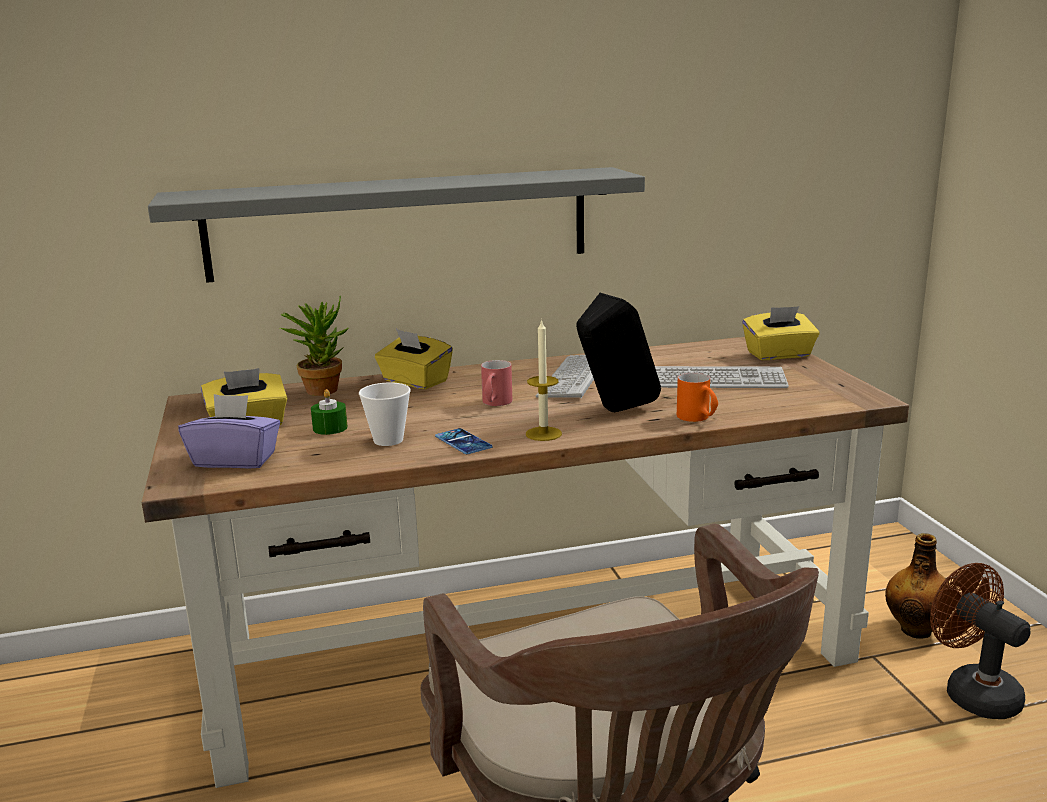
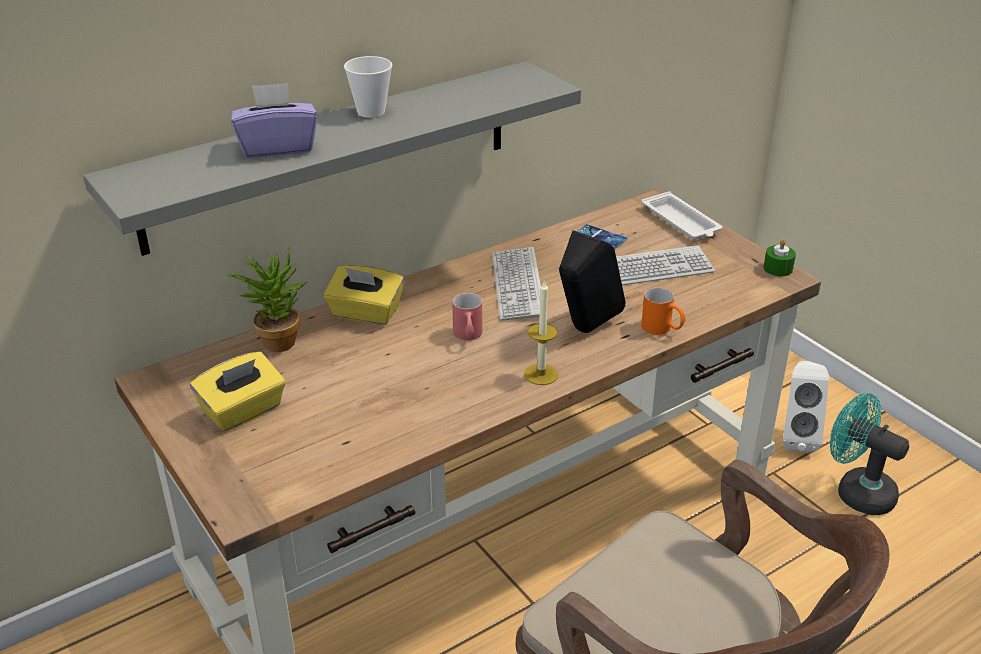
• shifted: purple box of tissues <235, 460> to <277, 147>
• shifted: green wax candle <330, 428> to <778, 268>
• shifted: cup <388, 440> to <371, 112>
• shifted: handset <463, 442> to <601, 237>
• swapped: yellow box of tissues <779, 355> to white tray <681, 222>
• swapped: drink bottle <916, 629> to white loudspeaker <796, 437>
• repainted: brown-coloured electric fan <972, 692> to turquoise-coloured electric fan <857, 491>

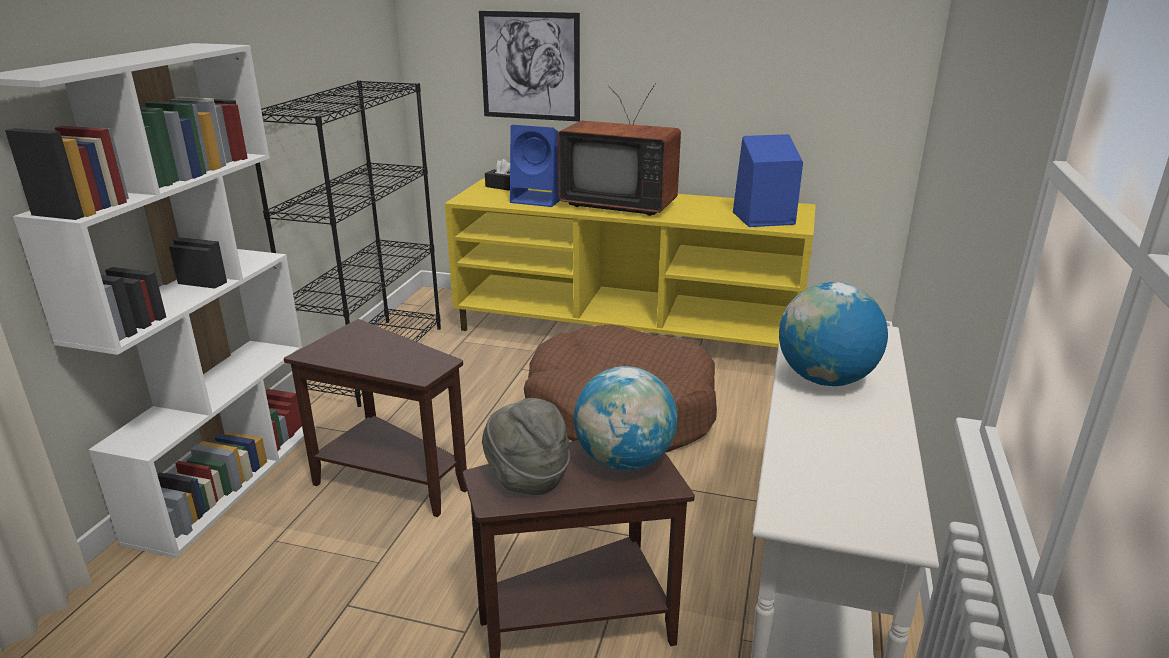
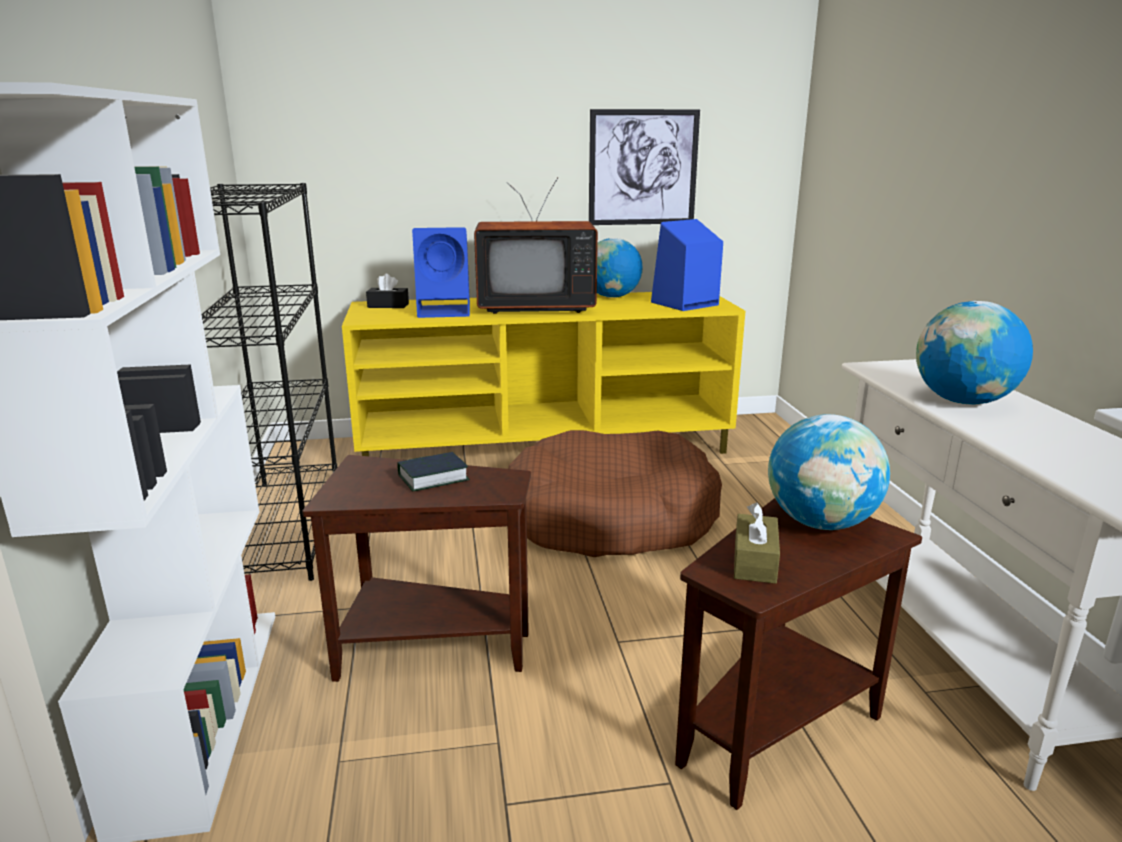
• new: volume <433, 478>
• new: desk globe <612, 297>
• shifted: wall picture <530, 66> to <643, 168>
• swapped: greyish clothing hat <527, 477> to brown-coloured box of tissues <754, 561>

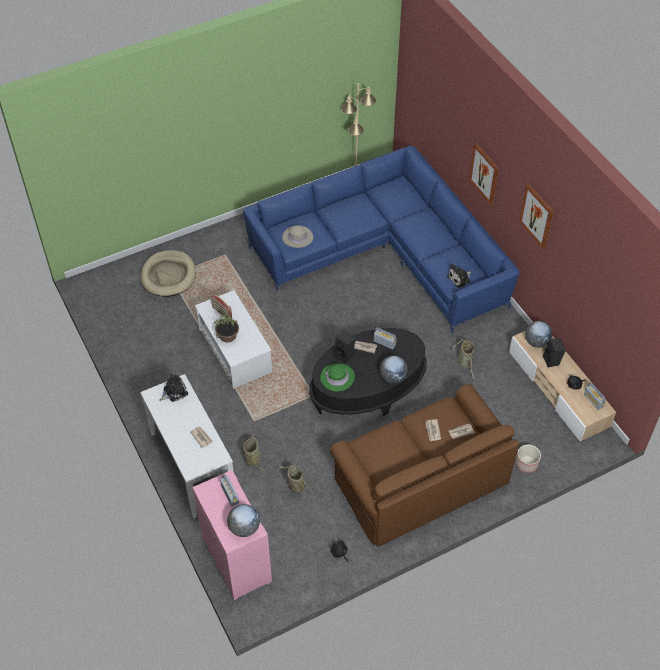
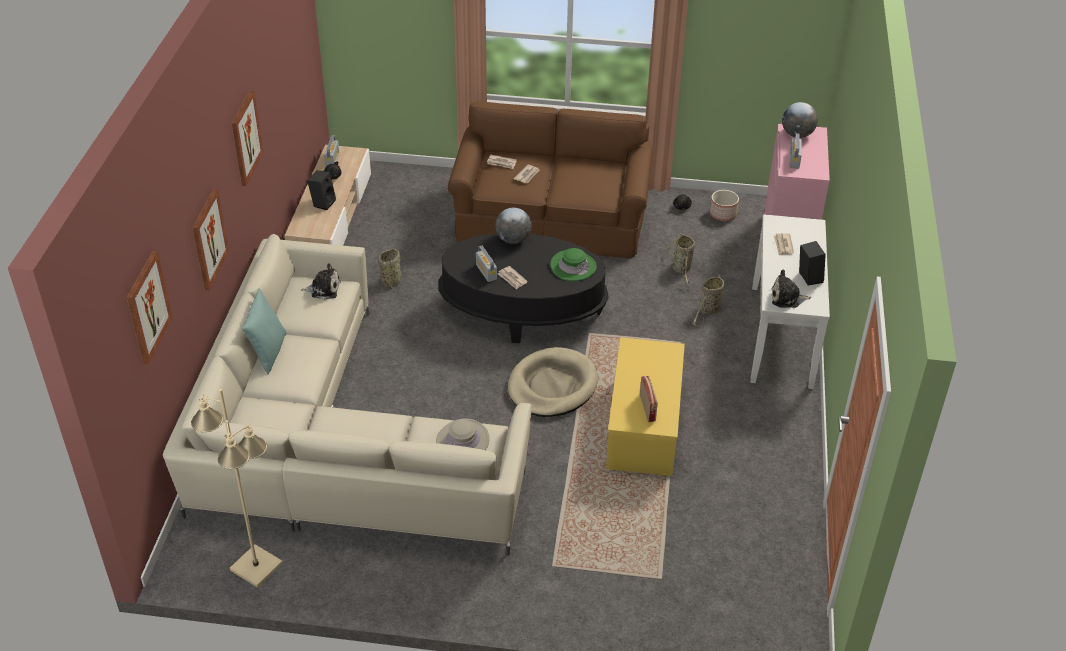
• gone: houseplant <227, 335>
• gone: desk globe <536, 342>
• new: wall picture <147, 307>
• new: turquoise-coloured throw pillow <268, 352>
• shifted: beige-coloured dog bed <168, 275> to <552, 386>
• shifted: black-coloured loudspeaker <345, 354> to <808, 278>
• shifted: planter <526, 464> to <723, 214>
• repainted: white lounge table <235, 351> to yellow lounge table <643, 425>
• repainted: blue-coloured couch <385, 253> to beige-coloured couch <332, 443>

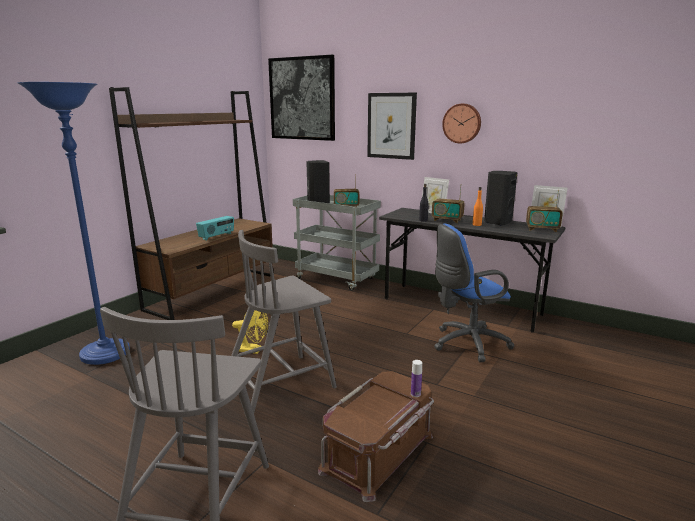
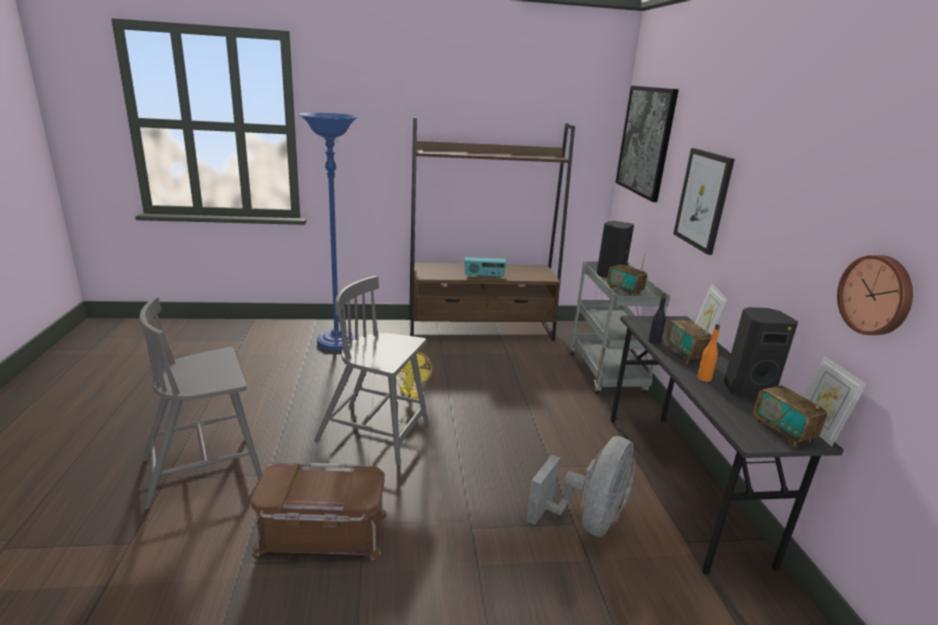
• gone: drink bottle <415, 394>
• shifted: hanging clock <462, 123> to <877, 295>
• swapped: blue-coloured computer chair <466, 344> to greyish electric fan <587, 521>

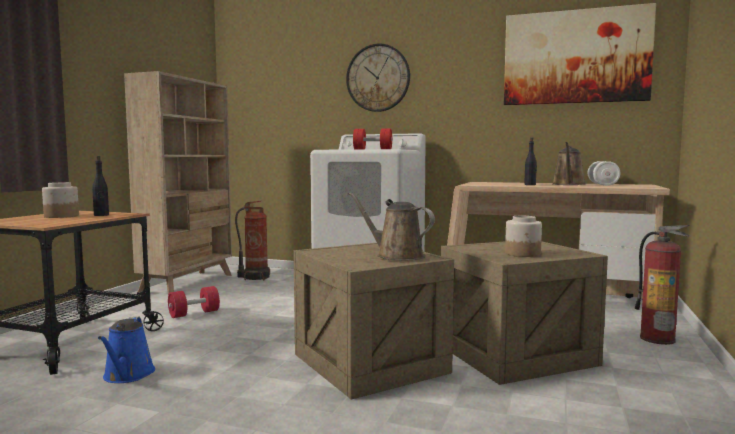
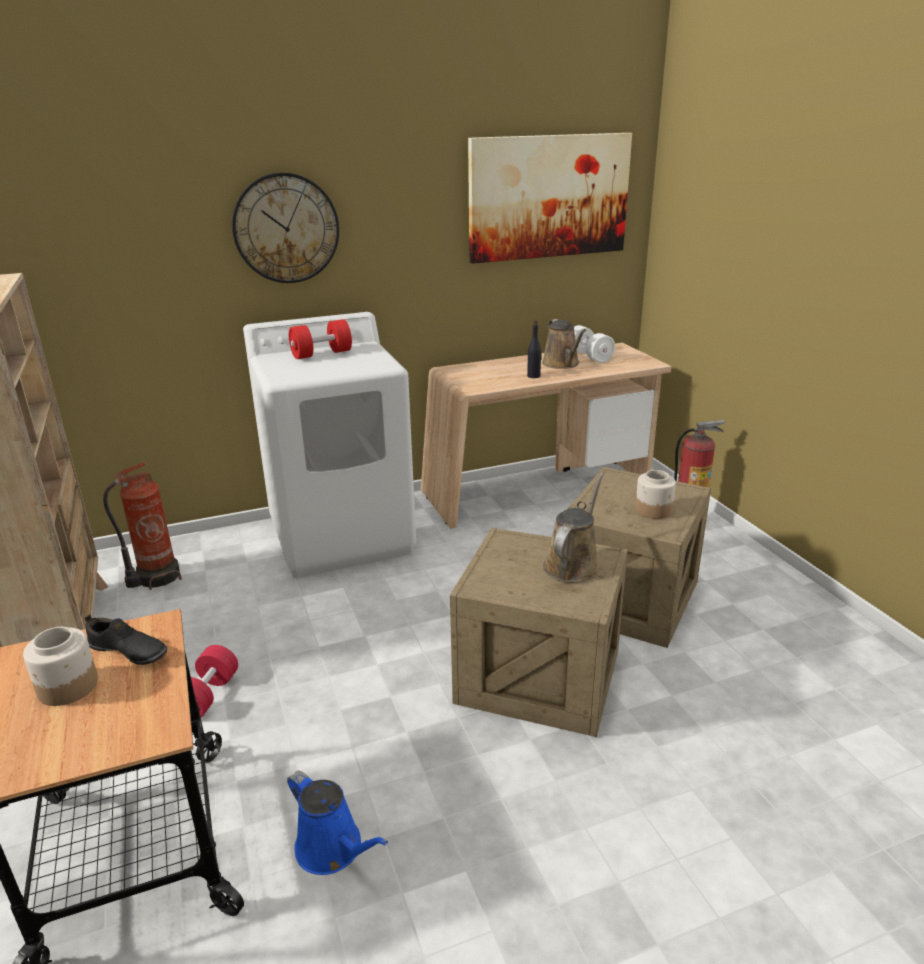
• swapped: black-coloured drink bottle <101, 215> to black-coloured shoe <128, 651>
• rotated: brown-coloured watering can <396, 256> = <573, 564> 120 degrees clockwise

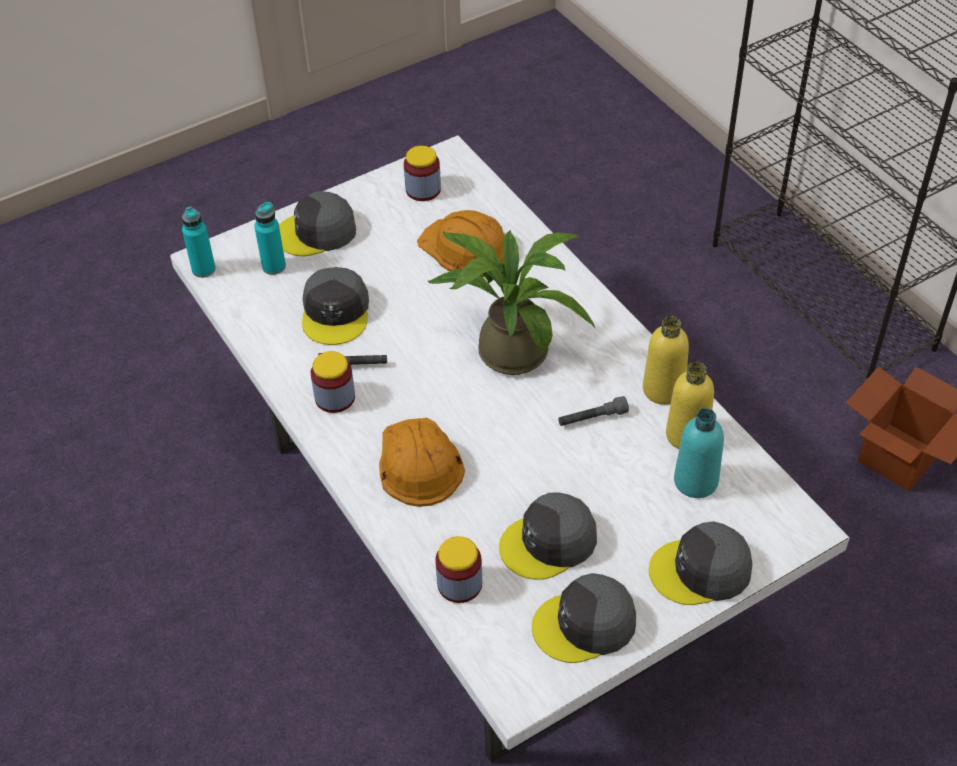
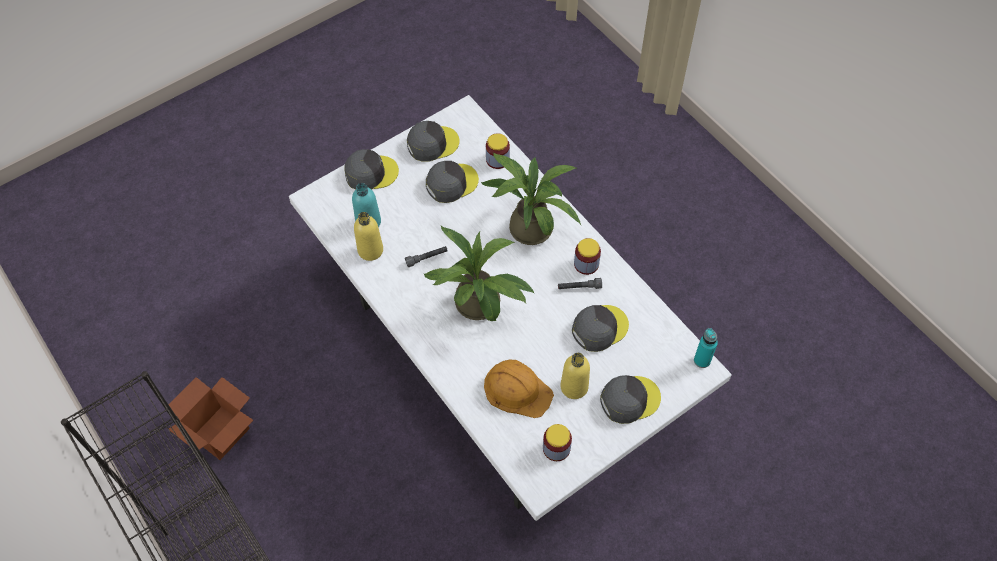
• gone: turquoise-coloured drink bottle <274, 266>
• shifted: yellow drink bottle <663, 389> to <574, 387>
• swapped: orange-coloured hard hat <418, 463> to houseplant <528, 224>
• rotated: greyish peaked cap <336, 312> = <599, 328> 60 degrees clockwise

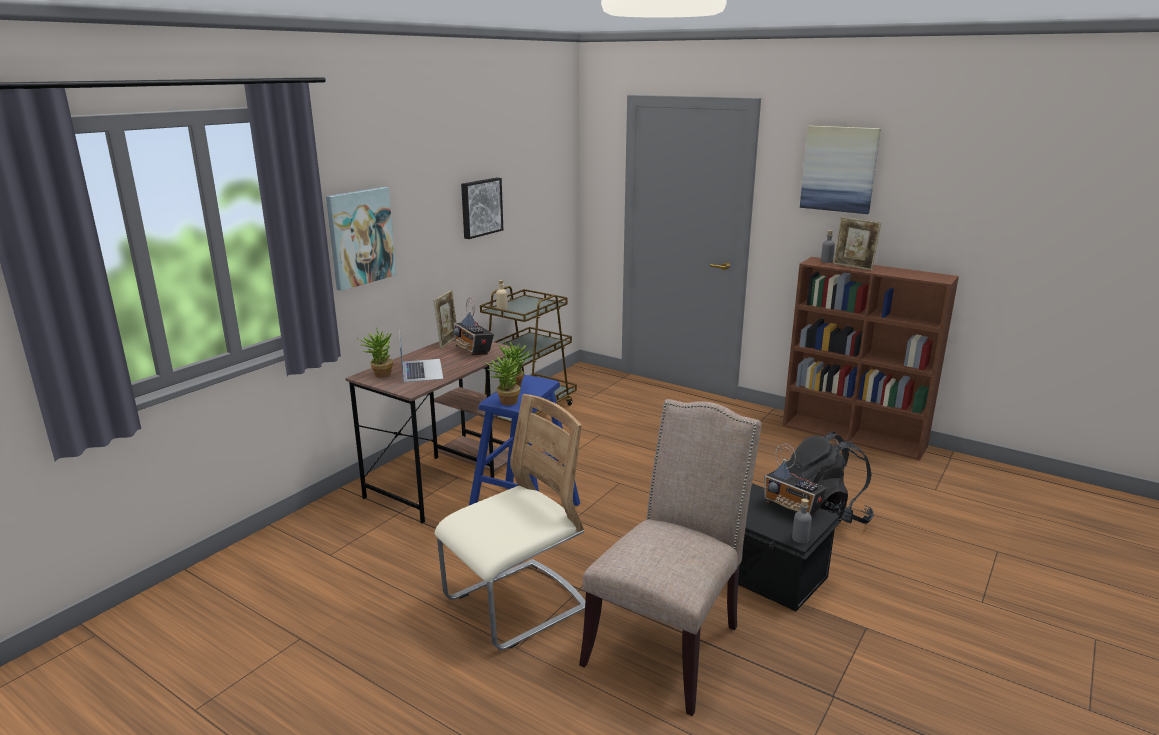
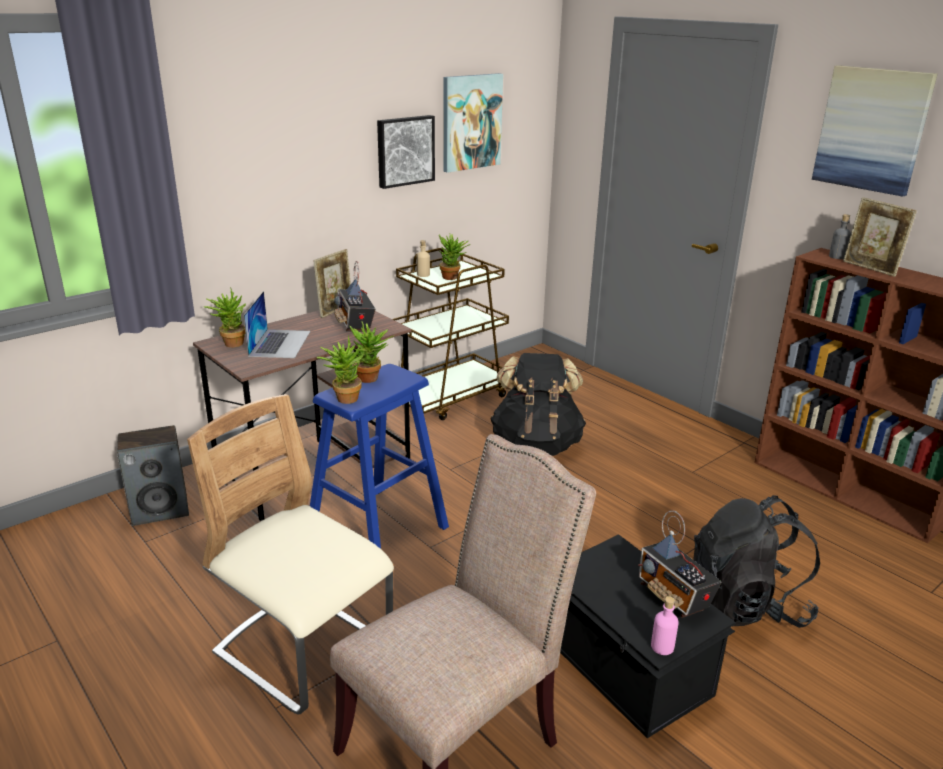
• new: loudspeaker <161, 510>
• new: houseplant <453, 278>
• new: black-coloured knapsack <536, 445>
• shifted: wall picture <360, 237> to <471, 122>
• repainted: greyish drink bottle <800, 538> to pink-coloured drink bottle <662, 647>
• rotated: beige-coloured upright chair <515, 605> = <304, 650> 120 degrees counterclockwise

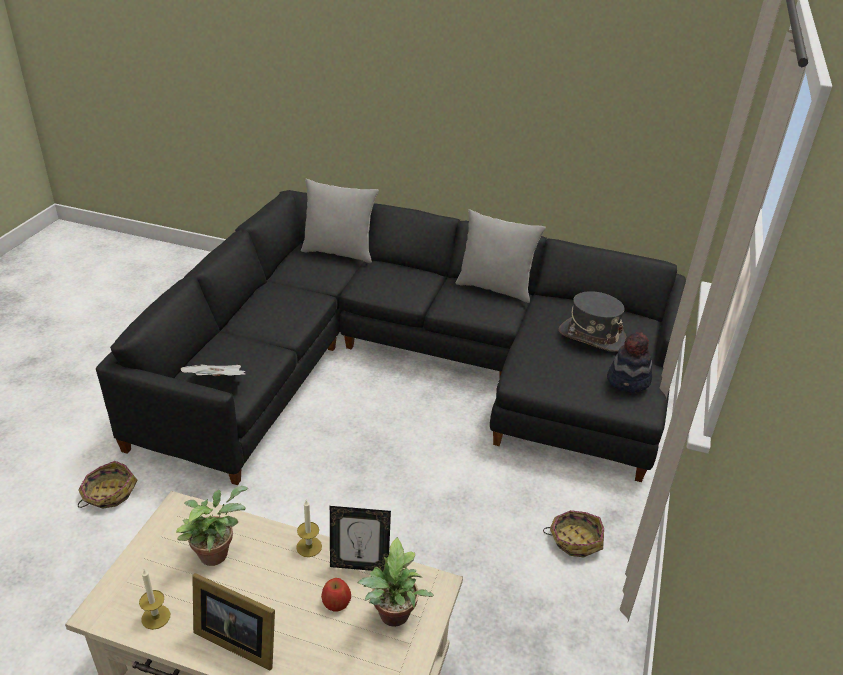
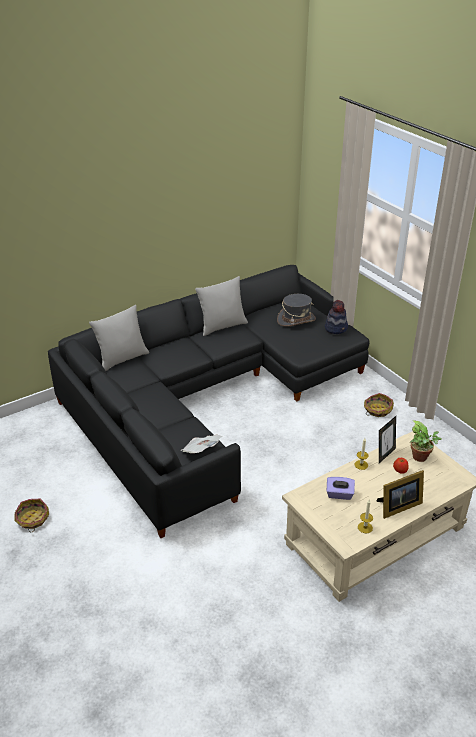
• shifted: household basket <108, 493> to <32, 519>
• swapped: houseplant <216, 552> to purple box of tissues <339, 494>

